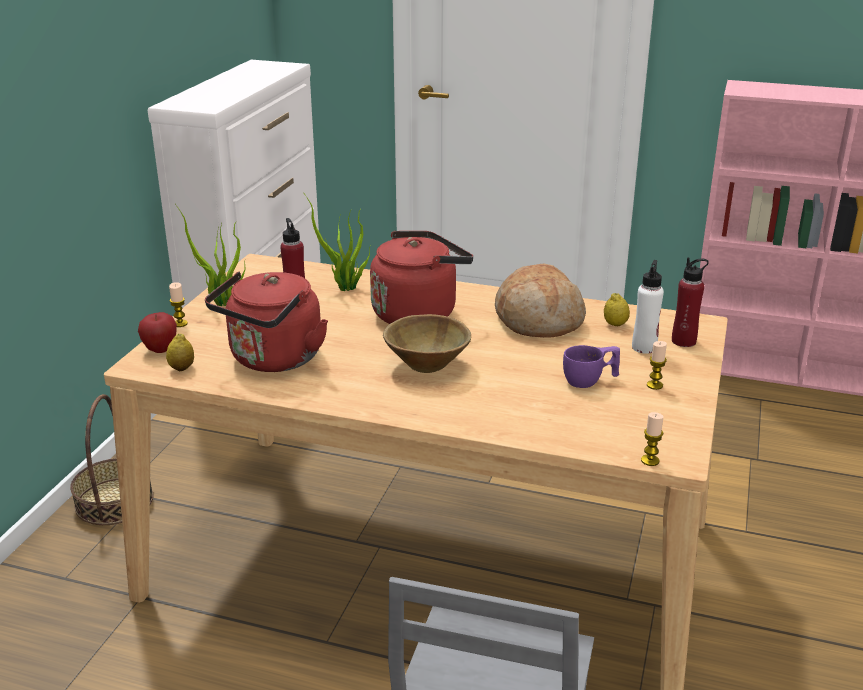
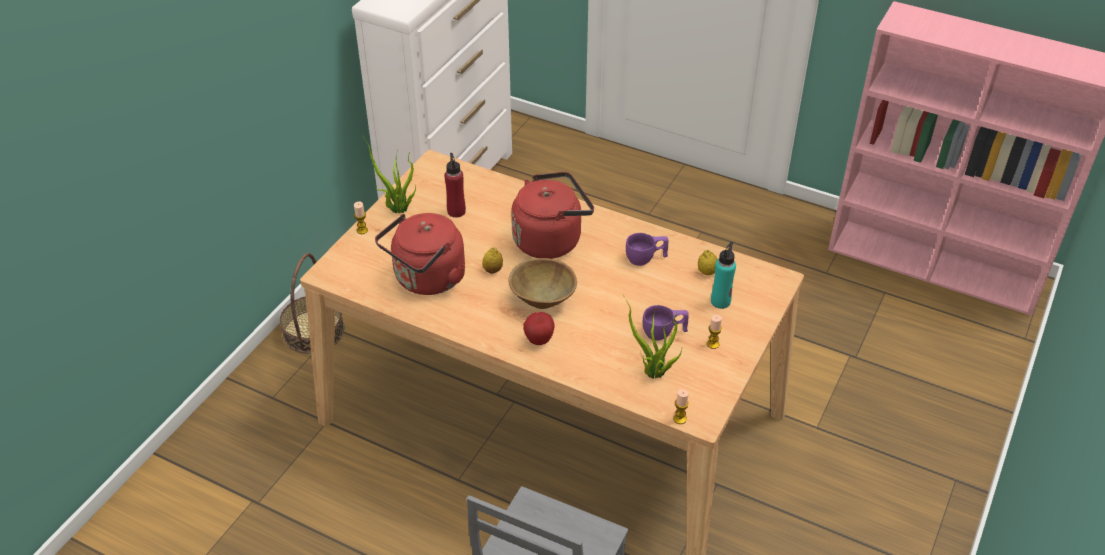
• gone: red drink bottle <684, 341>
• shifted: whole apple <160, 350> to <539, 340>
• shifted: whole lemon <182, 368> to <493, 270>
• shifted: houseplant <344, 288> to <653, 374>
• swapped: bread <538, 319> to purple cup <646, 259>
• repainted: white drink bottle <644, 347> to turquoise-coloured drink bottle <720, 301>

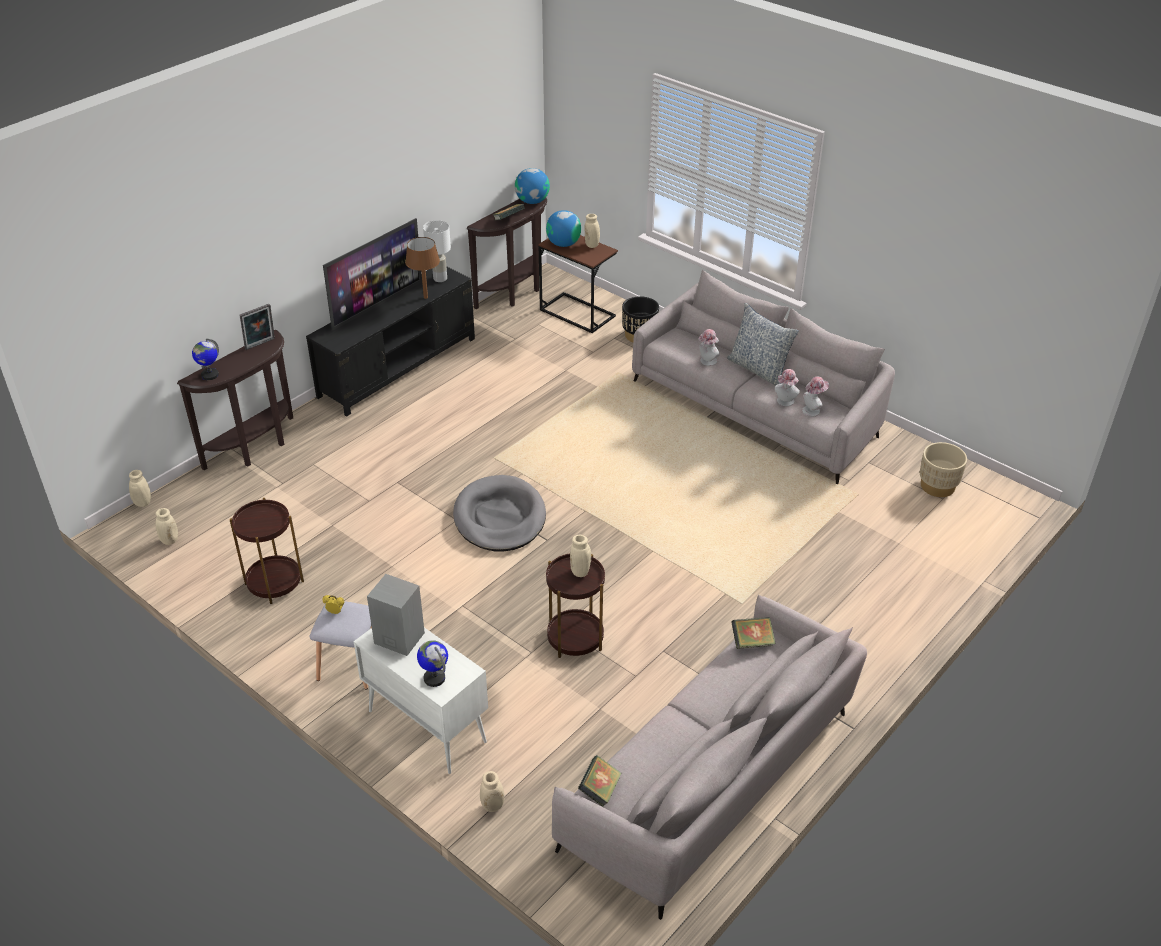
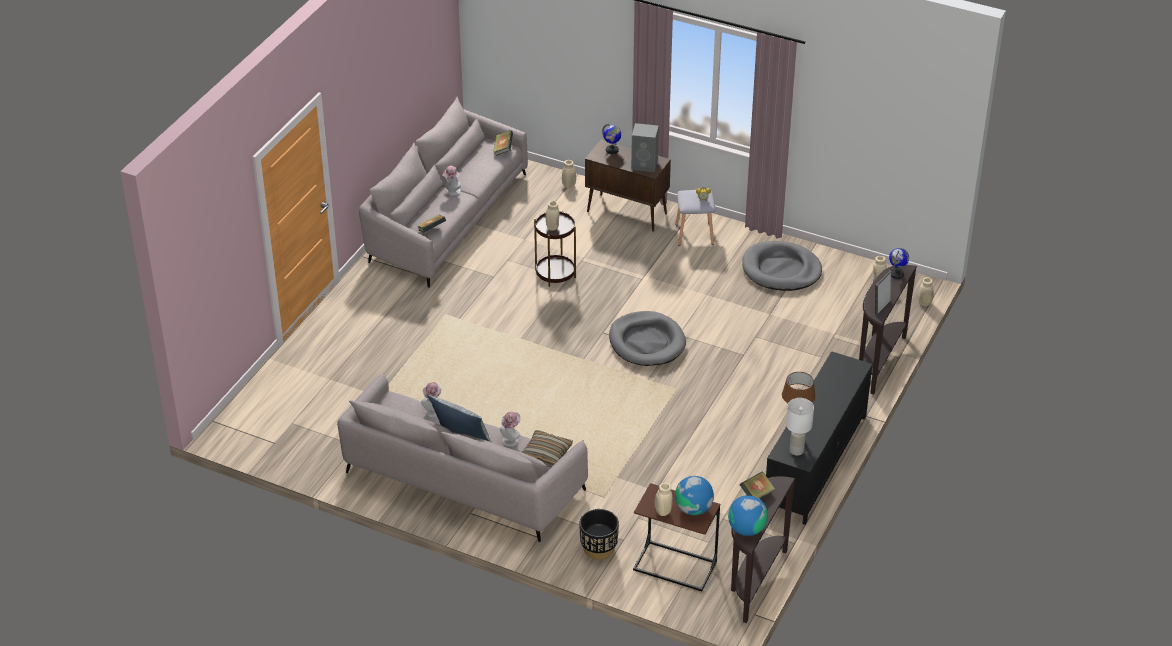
• gone: TV <377, 305>
• gone: beige-coloured planter <937, 486>
• new: throw pillow <546, 454>
• shifted: clothing hat <813, 410> to <452, 192>
• swapped: brown-coloured end table <274, 583> to greyish dog bed <781, 270>
• repainted: white cupboard <426, 726> to brown-coloured cupboard <627, 213>

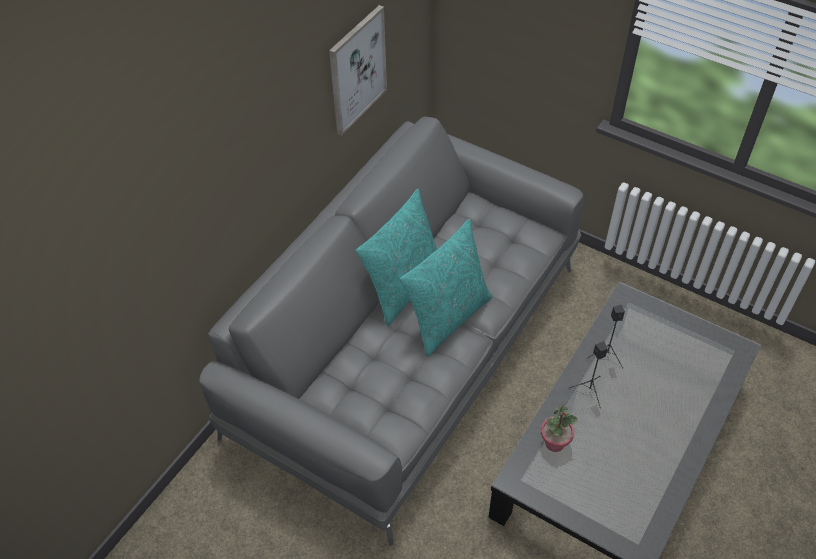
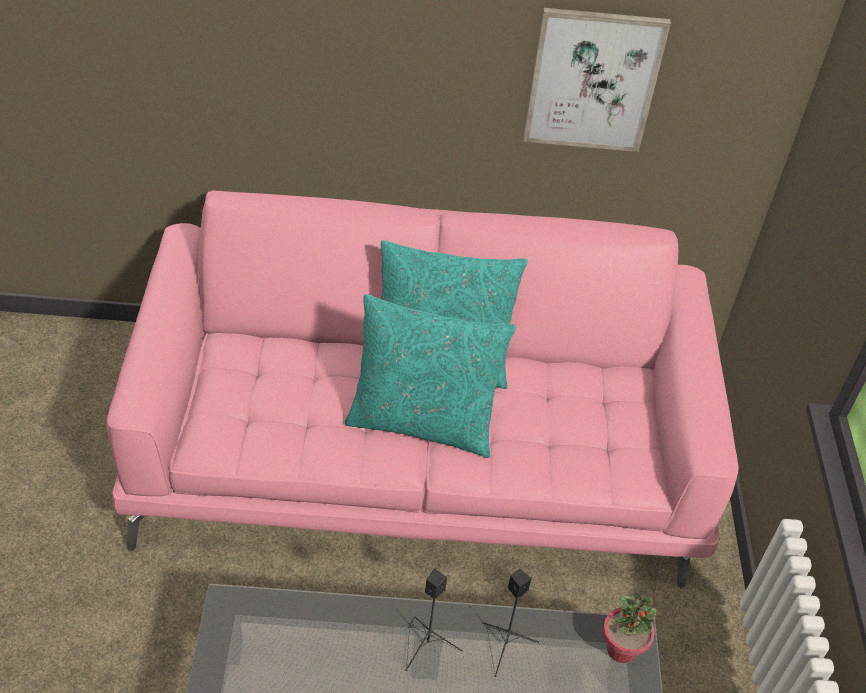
• shifted: houseplant <554, 443> to <621, 649>
• repainted: greyish couch <409, 347> to pink-coloured couch <421, 453>

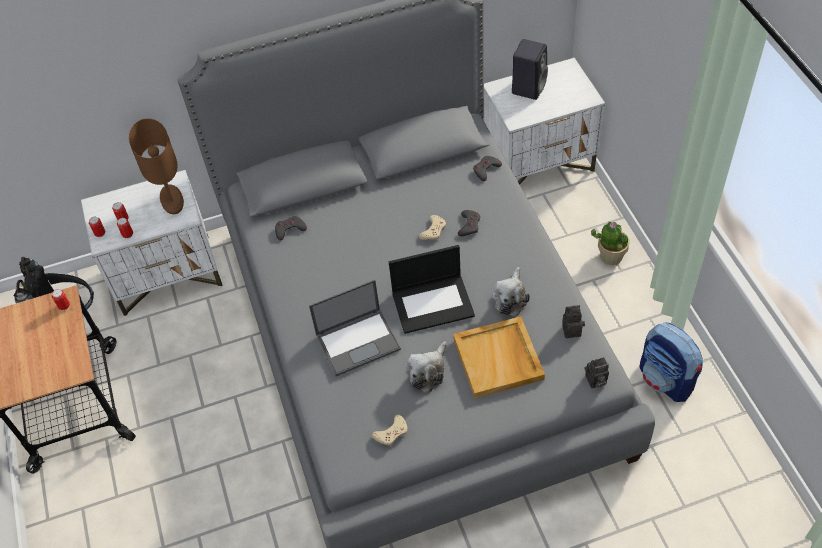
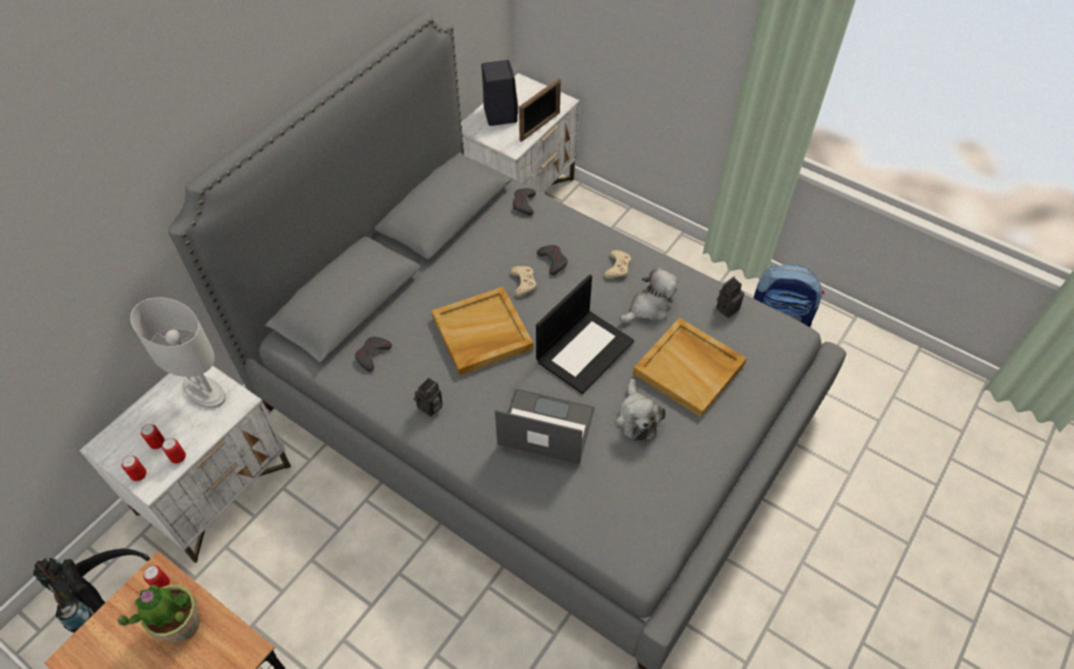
• new: beige-coloured tray <481, 333>
• new: photo frame <540, 126>
• shifted: beige-coloured gamepad <391, 433> to <617, 267>
• shifted: still camera <595, 381> to <430, 408>
• shifted: houseplant <610, 256> to <180, 624>
• repainted: brown-coloured lamp for a table <171, 200> to white lamp for a table <203, 392>
• rotated: portable computer <358, 341> = <545, 426> 105 degrees counterclockwise
• rotated: cuddly toy <510, 297> = <649, 307> 105 degrees counterclockwise

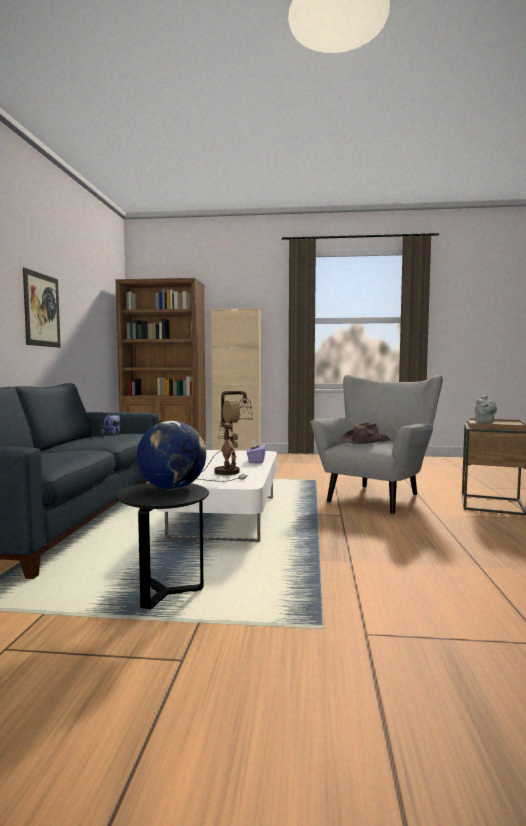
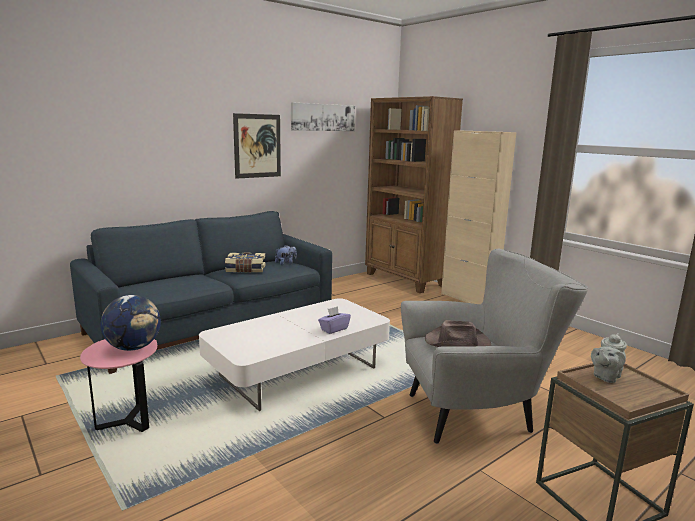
• gone: lamp for a table <227, 472>
• new: volume <245, 269>
• new: wall picture <323, 117>
• repainted: black-coloured end table <164, 593> to pink-coloured end table <127, 422>

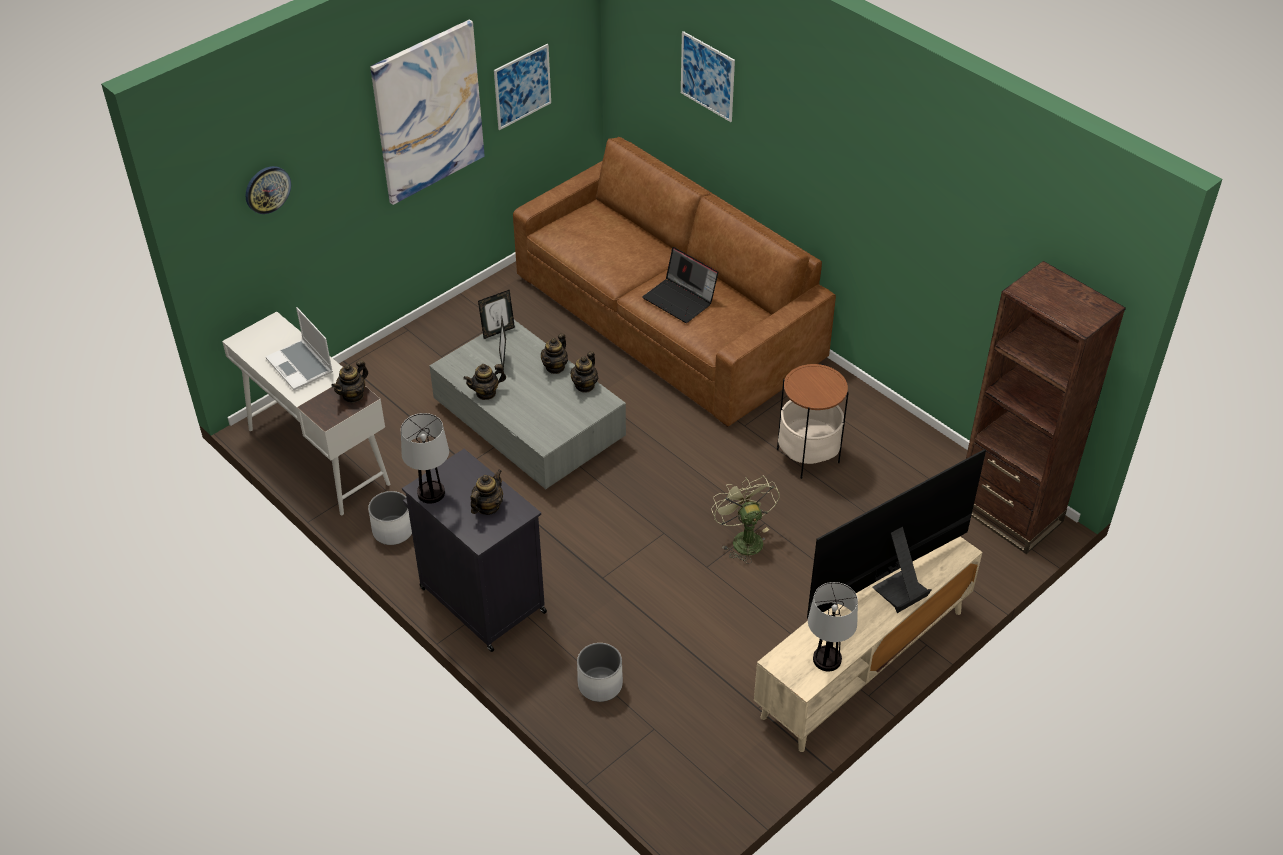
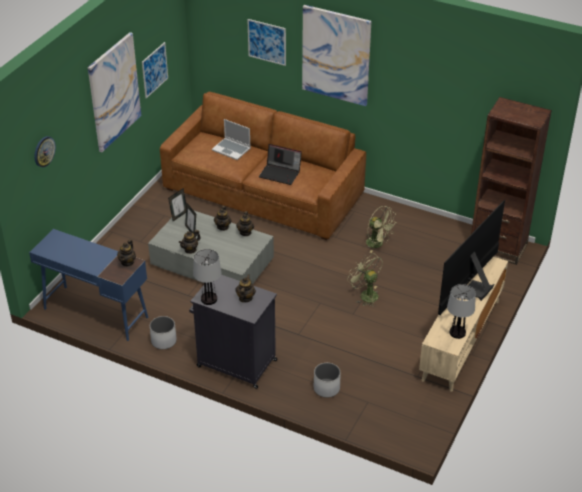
• new: wall picture <336, 55>
• shifted: portable computer <301, 366> to <232, 149>
• swapped: end table <808, 455> to green electric fan <378, 244>
• repainted: white desk <317, 456> to blue-coloured desk <95, 312>

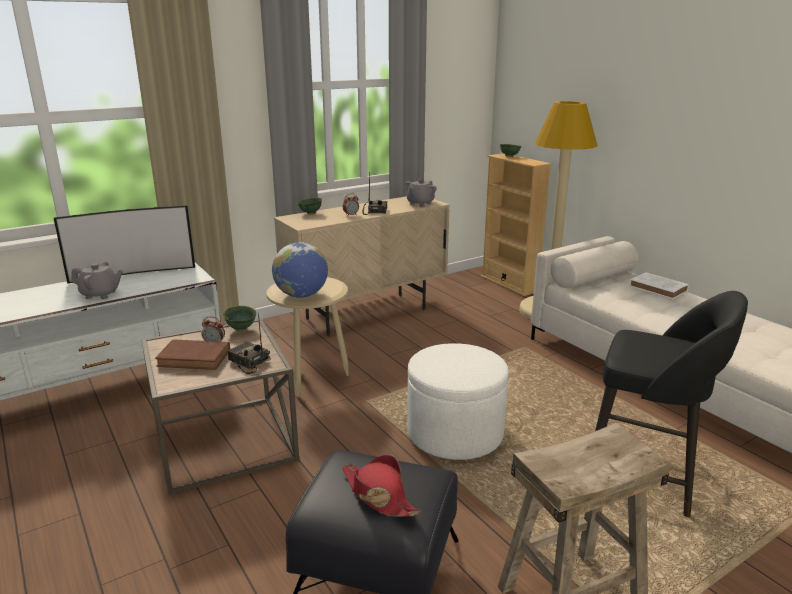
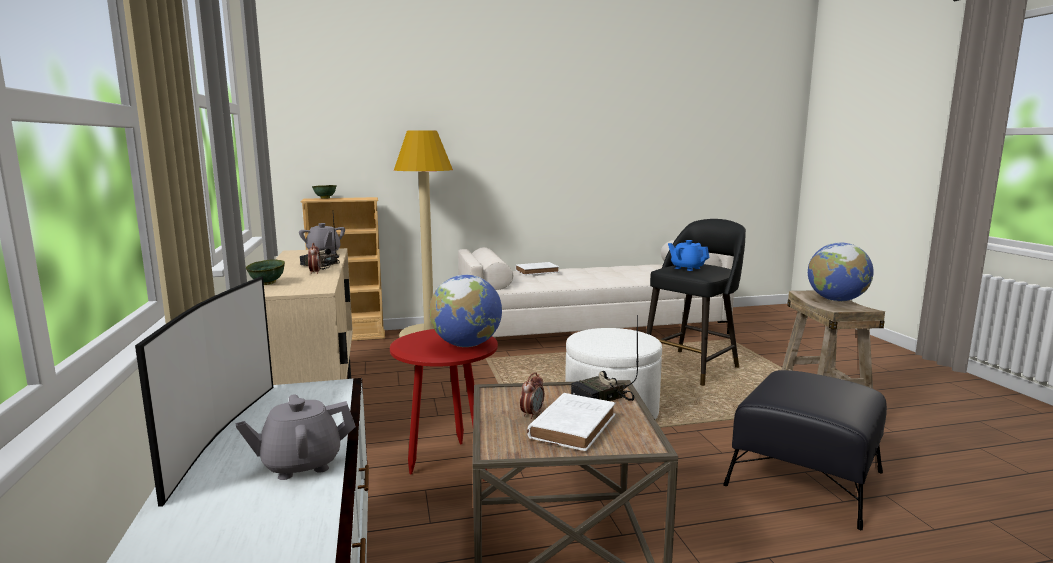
• gone: green bowl <241, 328>
• gone: red clothing hat <378, 495>
• new: blue-coloured teapot <687, 268>
• new: desk globe <836, 300>
• repainted: brown-coloured volume <196, 358> to white volume <574, 425>
• repainted: beige-coloured end table <312, 378> to red end table <447, 466>
• rotated: greyish teapot <100, 294> = <301, 464> 135 degrees counterclockwise

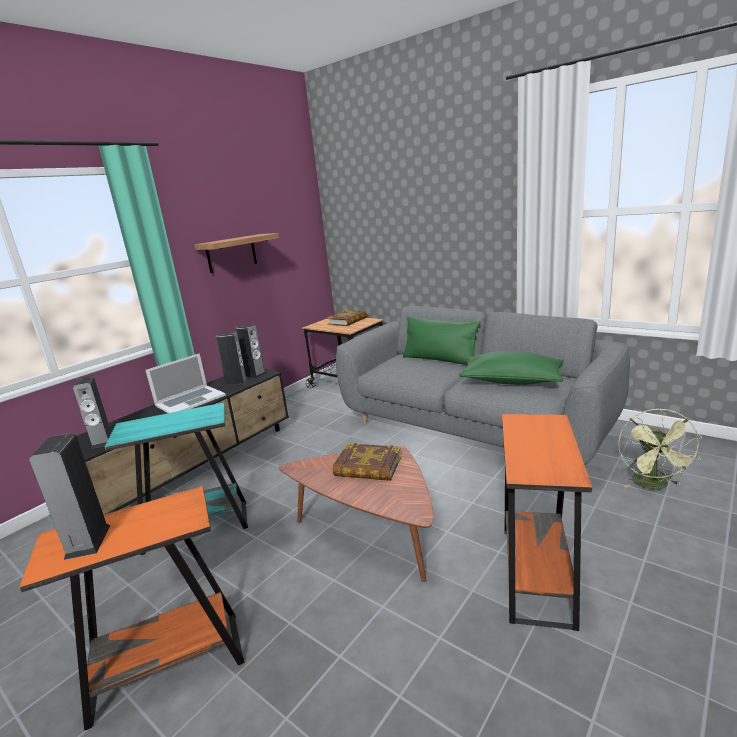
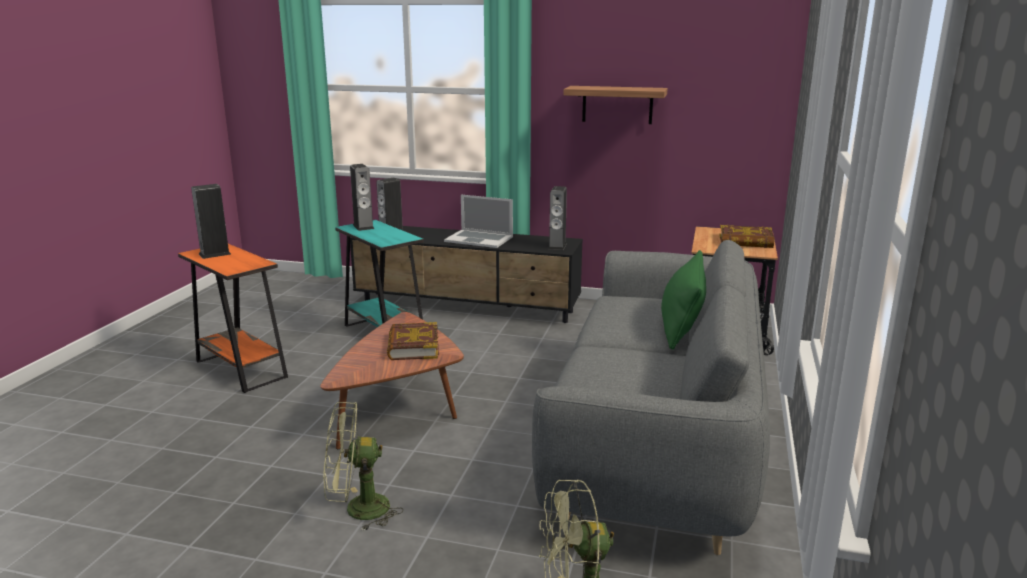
• gone: green throw pillow <511, 381>
• shifted: loudspeaker <236, 383> to <363, 226>
• swapped: orange-coloured end table <536, 574> to green electric fan <357, 510>

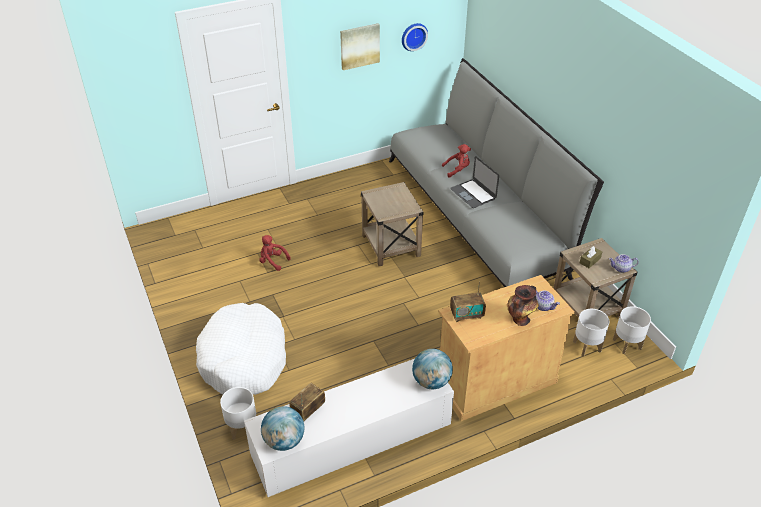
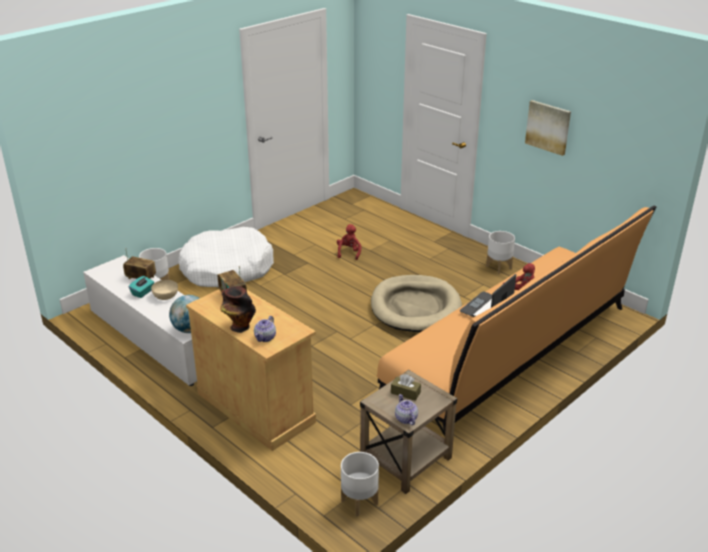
• gone: desk globe <284, 441>
• gone: hanging clock <413, 36>
• new: turquoise-coloured box of tissues <142, 292>
• new: beige-coloured bowl <166, 296>
• shifted: white planter <587, 346> to <499, 267>
• swapped: beige-coloured end table <391, 245> to beige-coloured dog bed <415, 307>
• repainted: greyish couch <478, 213> to orange-coloured couch <514, 352>

